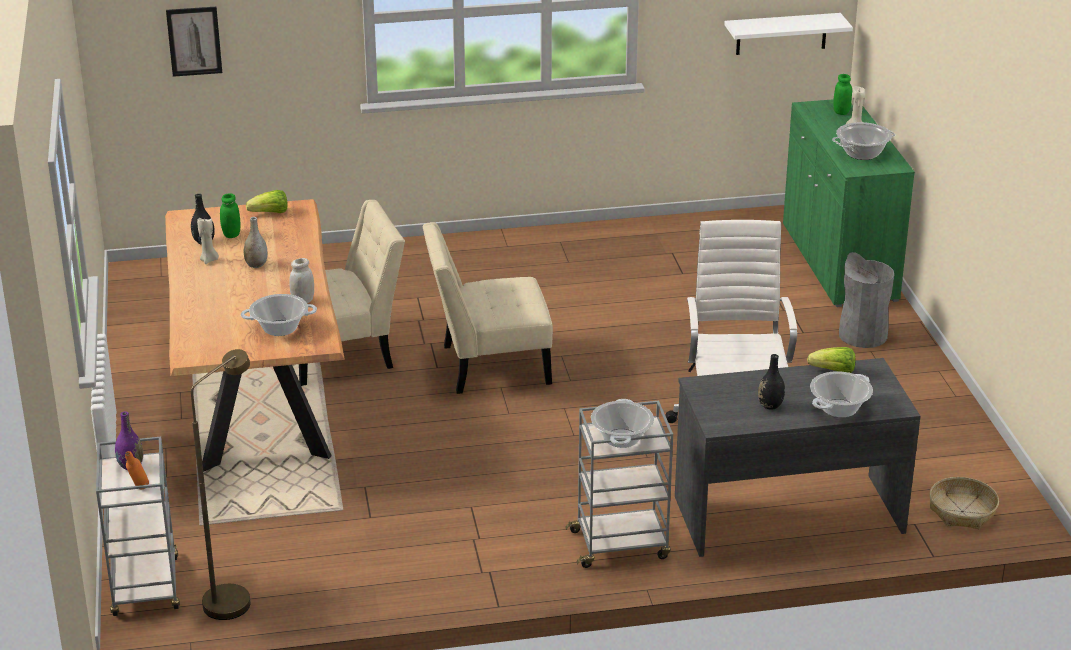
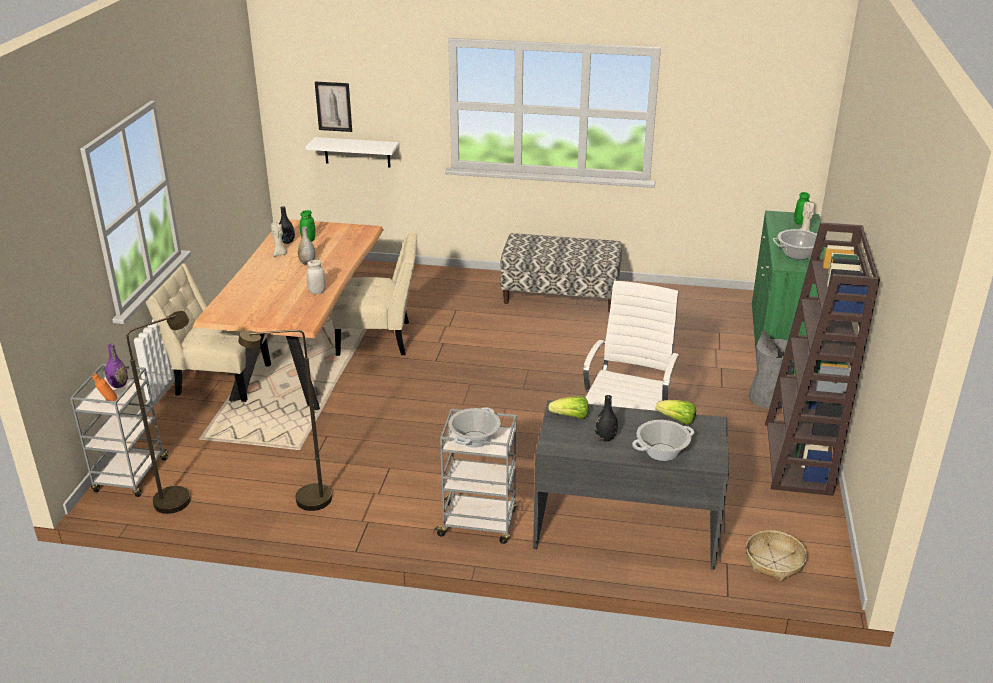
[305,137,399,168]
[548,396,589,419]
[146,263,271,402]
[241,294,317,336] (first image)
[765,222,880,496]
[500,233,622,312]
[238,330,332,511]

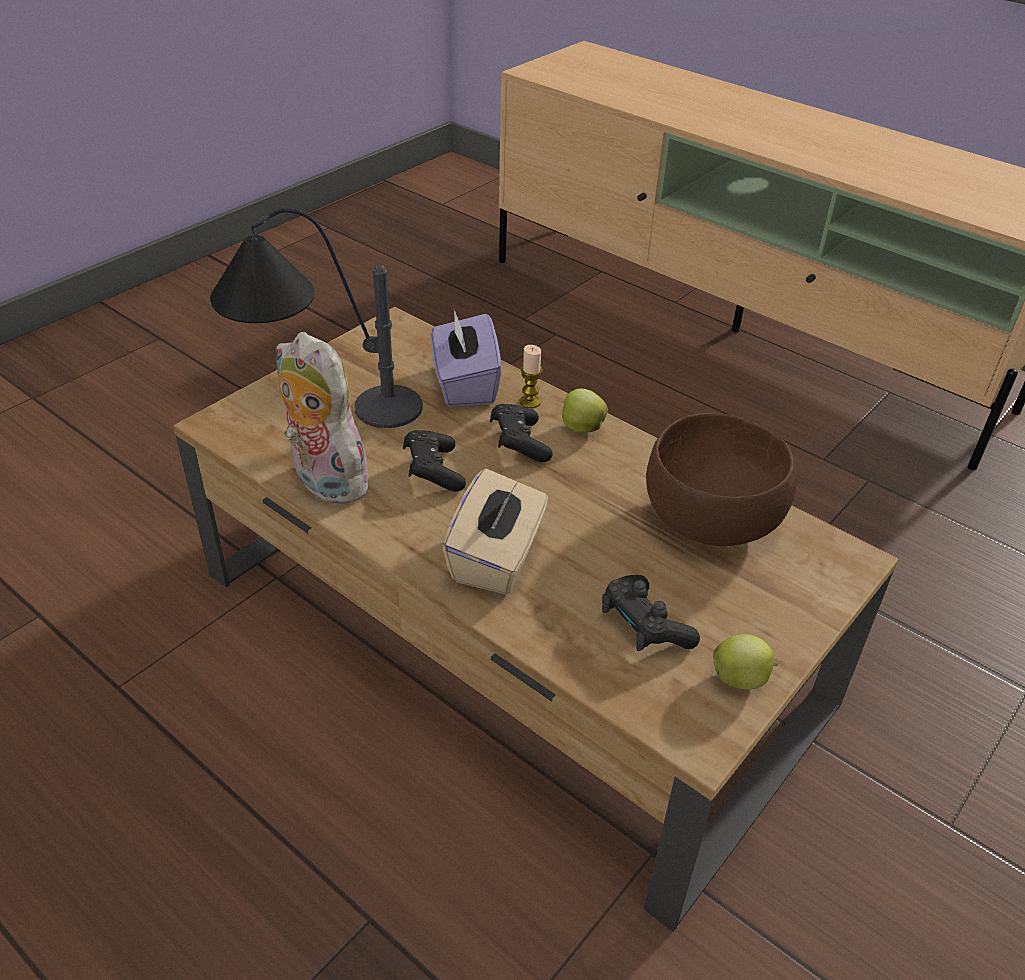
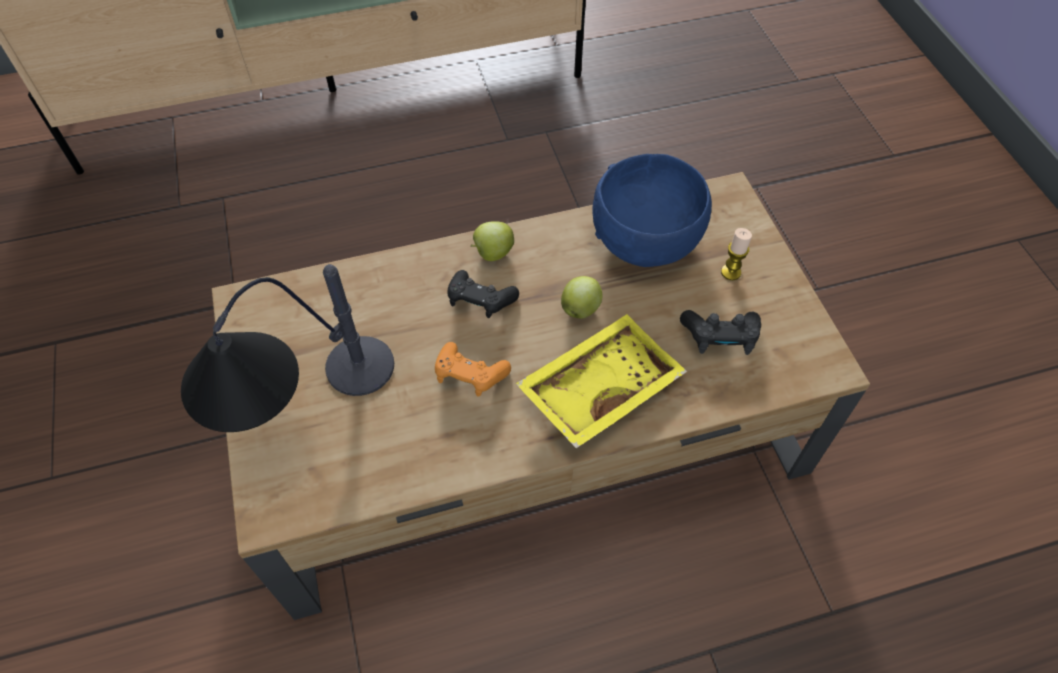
[431,310,501,407] (first image)
[276,332,377,505] (first image)
[721,228,752,280]
[592,154,712,267]
[435,342,511,397]
[515,314,687,448]
[561,276,602,319]

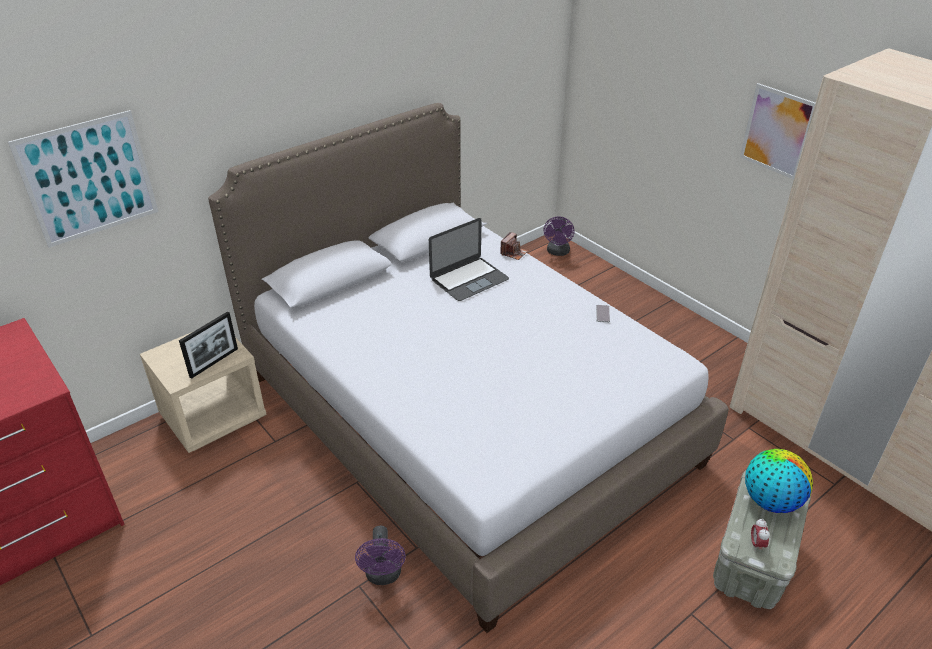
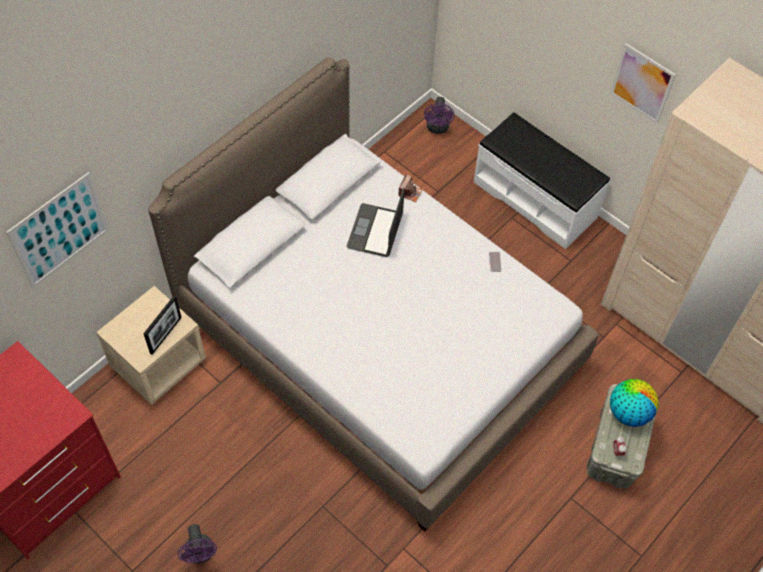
[347,188,405,257]
[177,524,217,563]
[474,112,610,249]

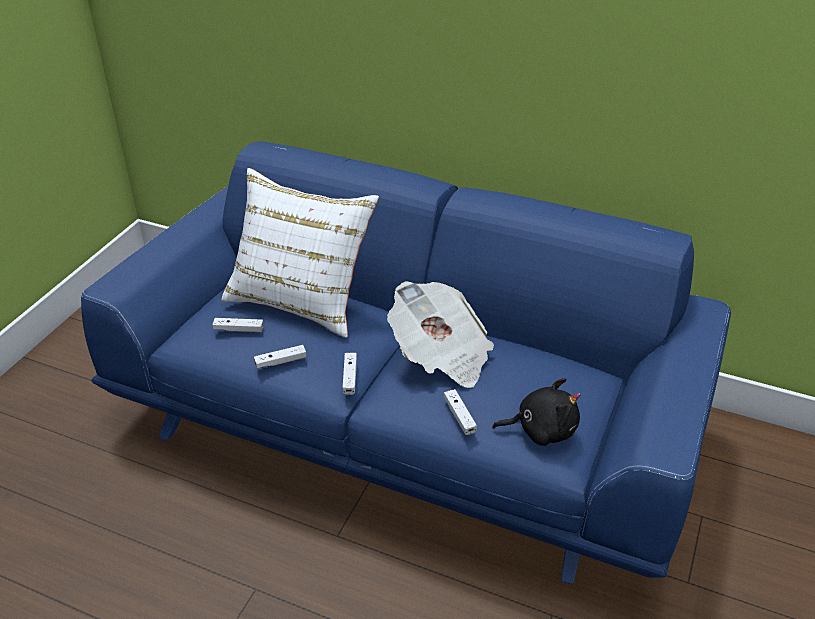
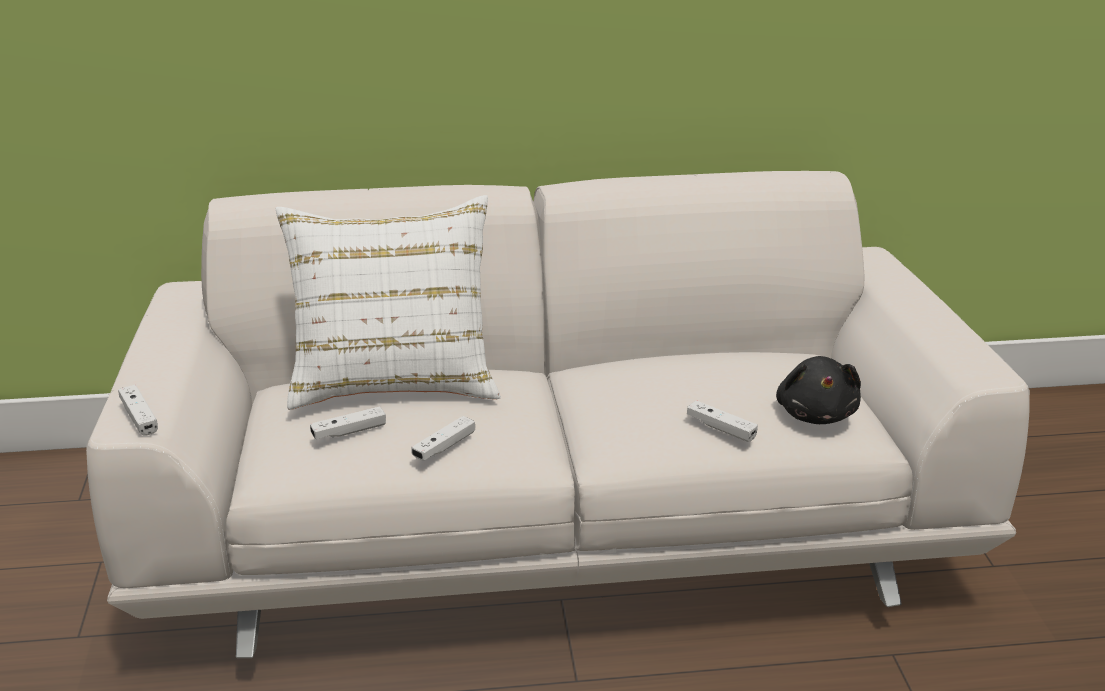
[86,171,1030,658]
[387,281,494,388] (first image)
[118,385,158,436]
[776,356,861,424]

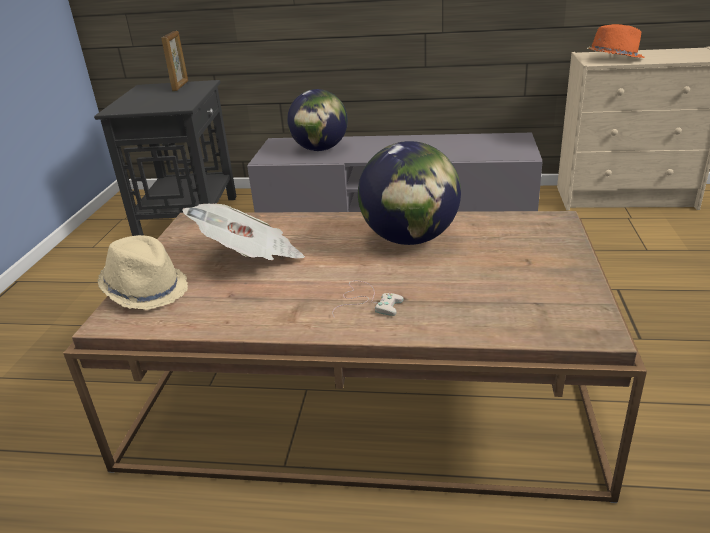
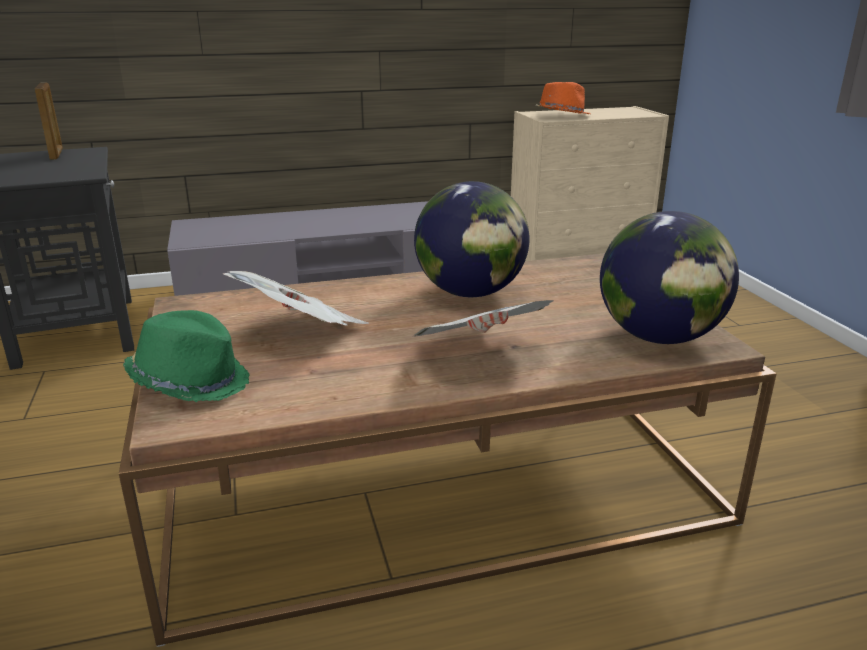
[600,211,739,344]
[123,310,250,402]
[412,300,553,337]

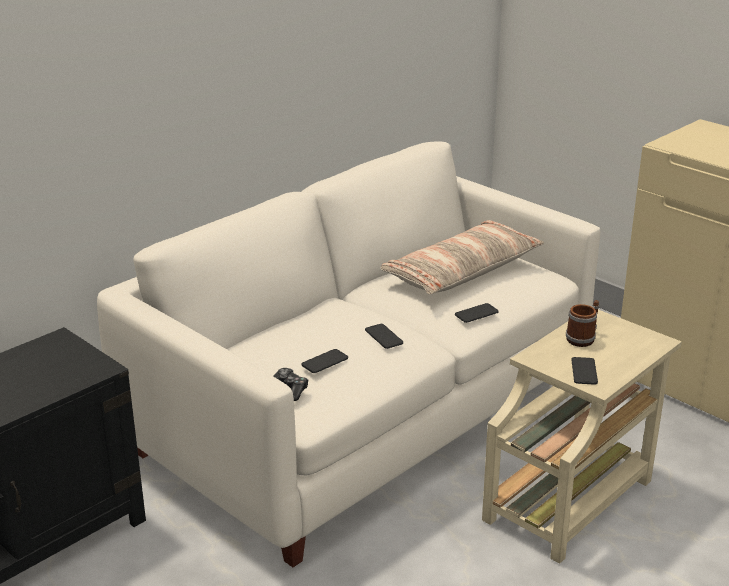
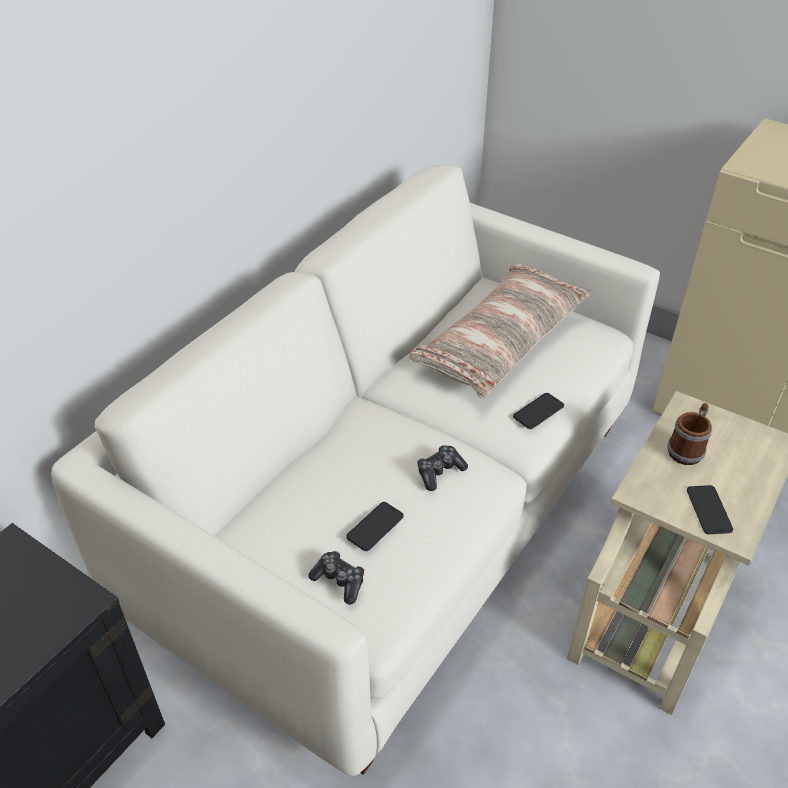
[417,445,468,491]

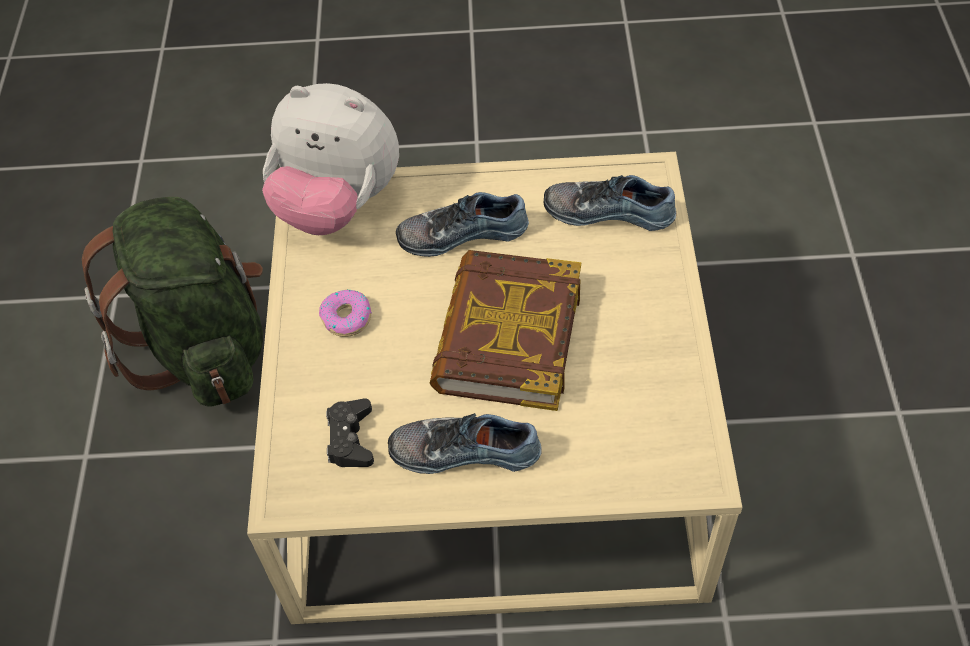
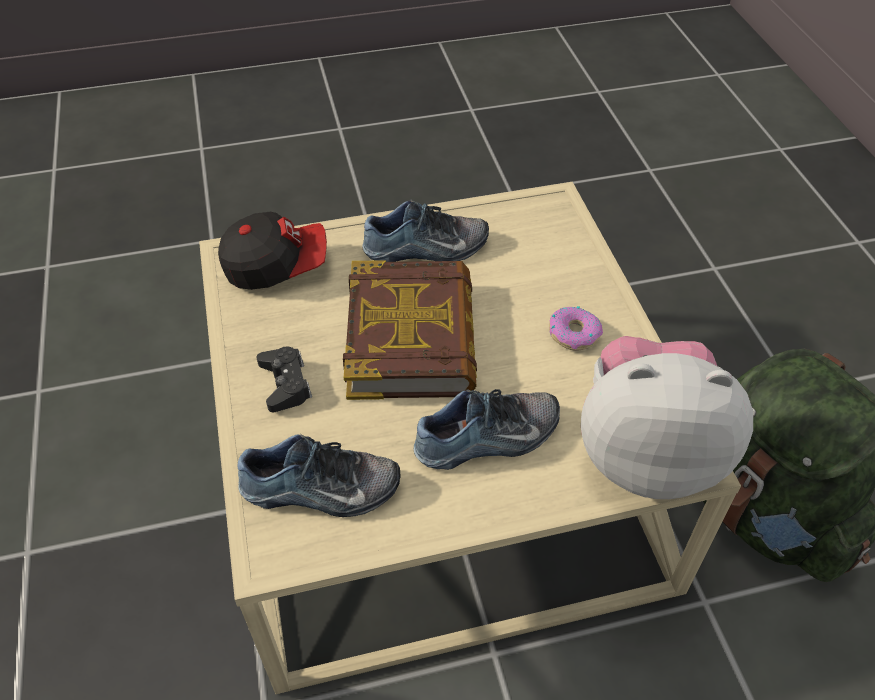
[256,347,312,412]
[218,212,327,290]

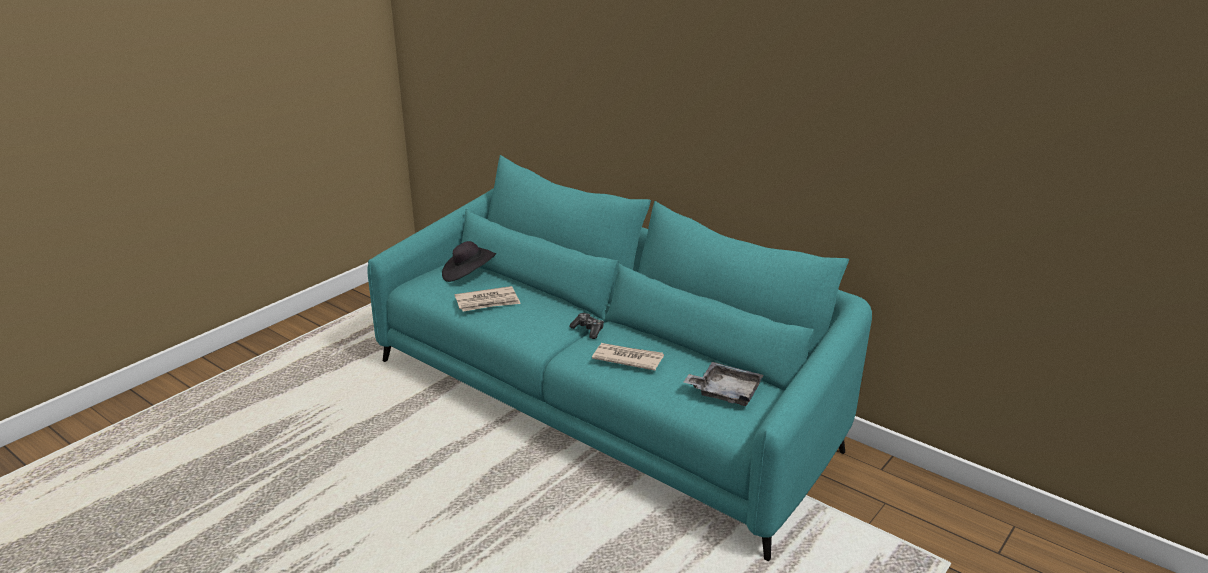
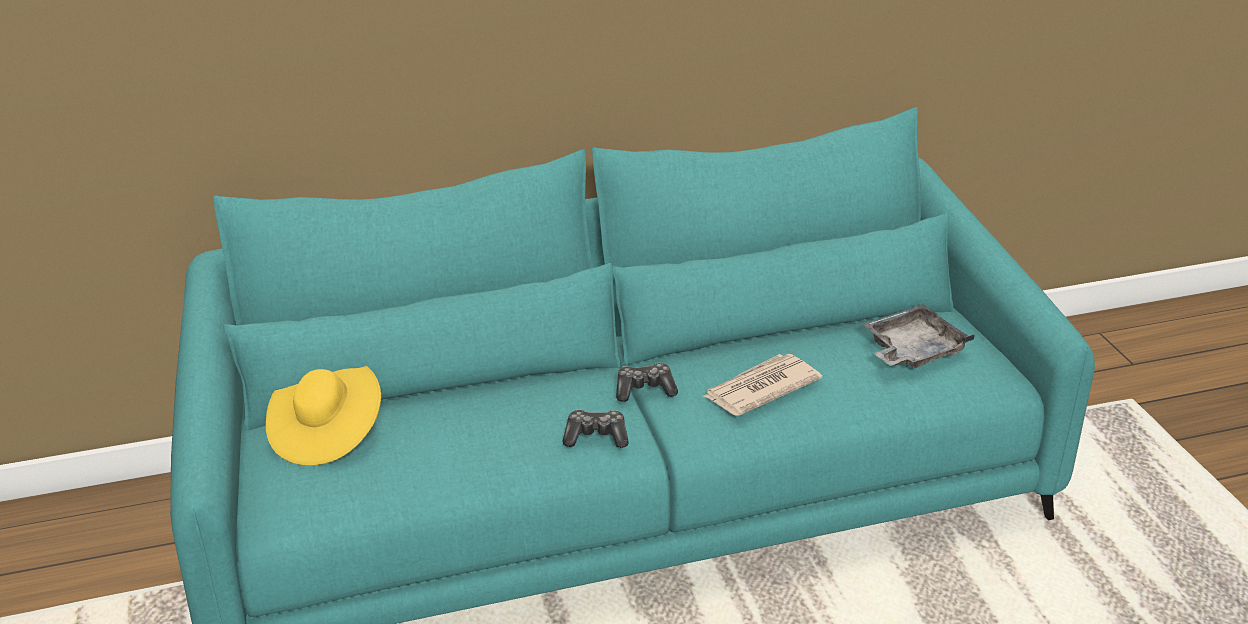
[266,366,381,466]
[455,286,521,312] (first image)
[563,409,629,448]

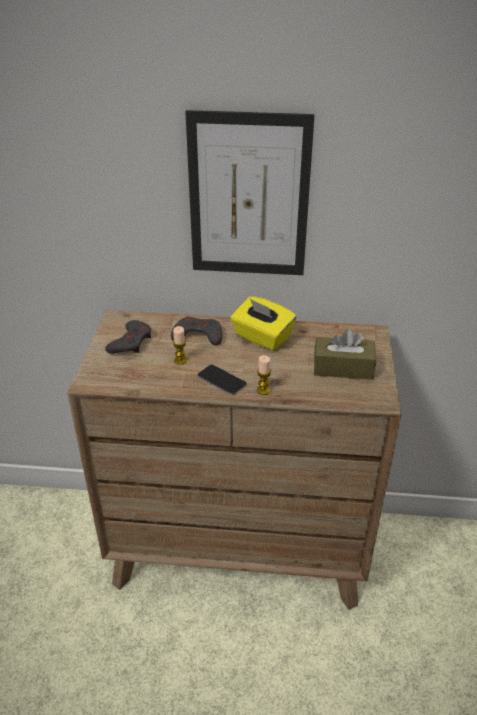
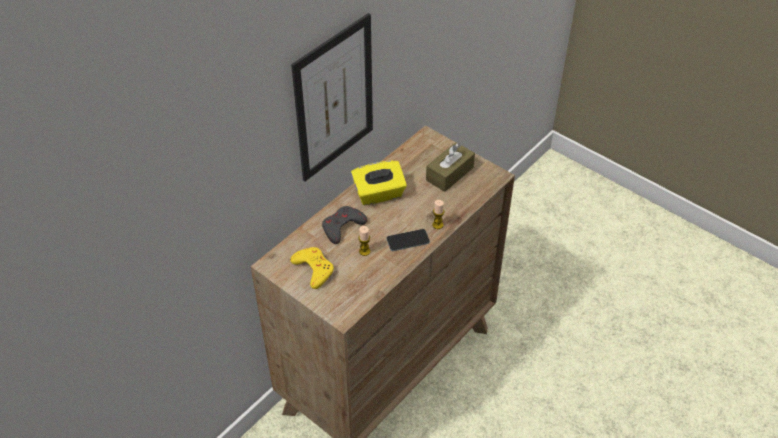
[290,247,334,289]

